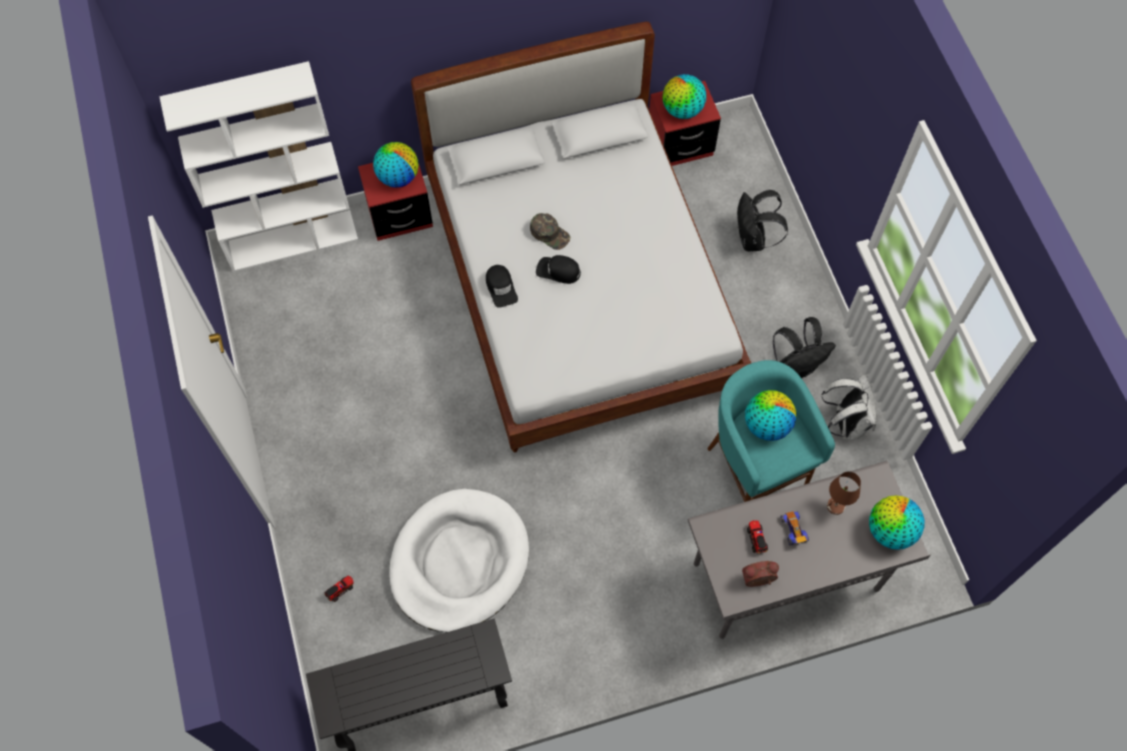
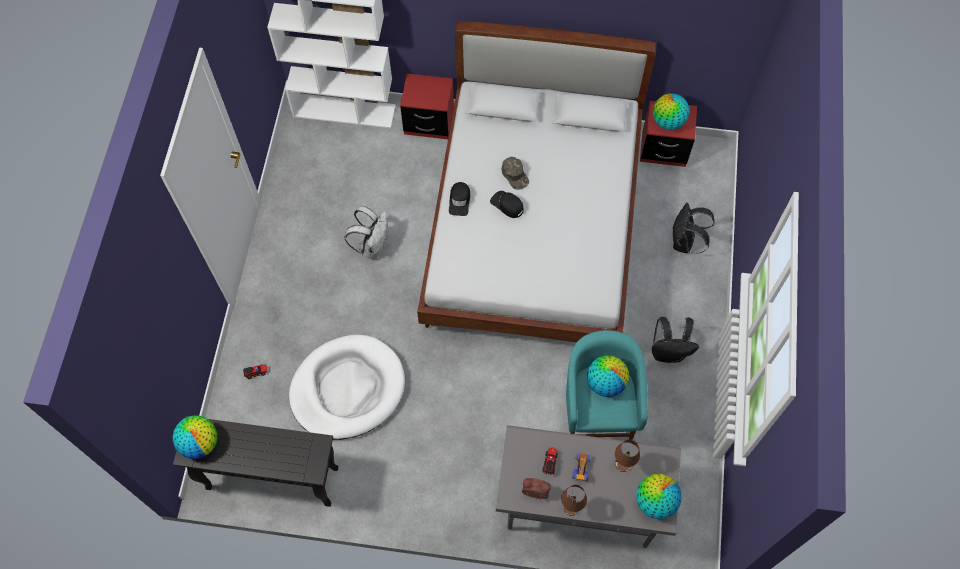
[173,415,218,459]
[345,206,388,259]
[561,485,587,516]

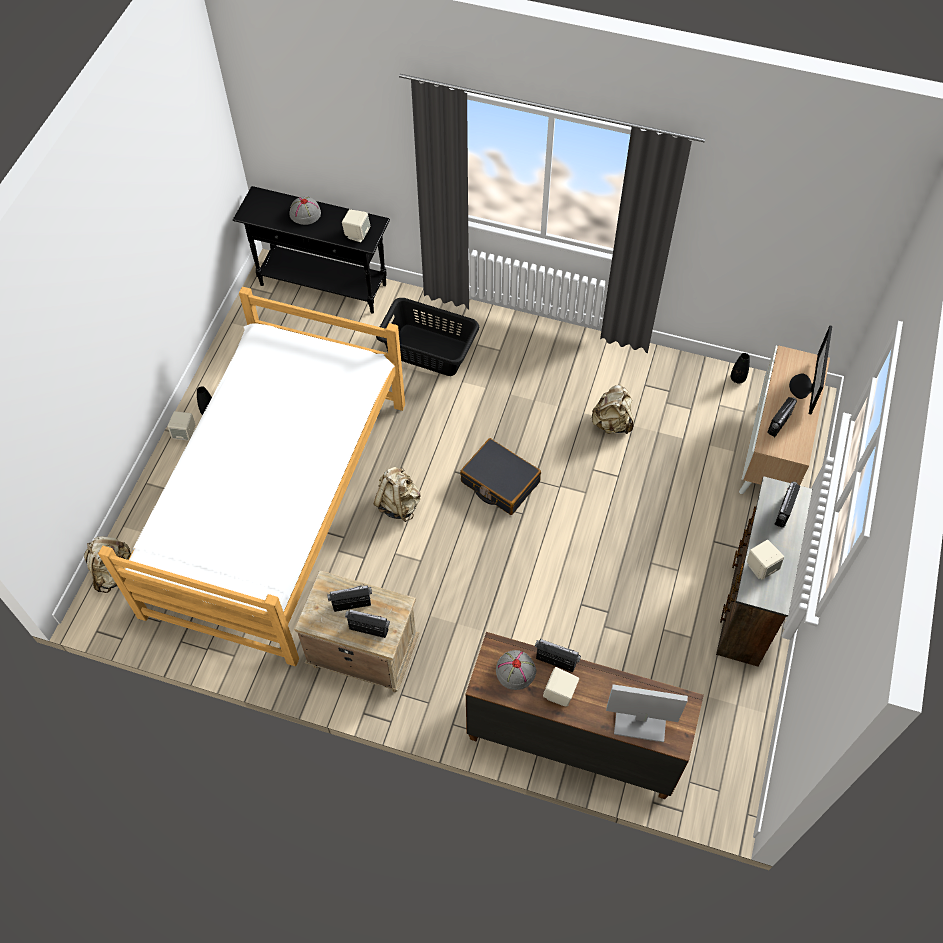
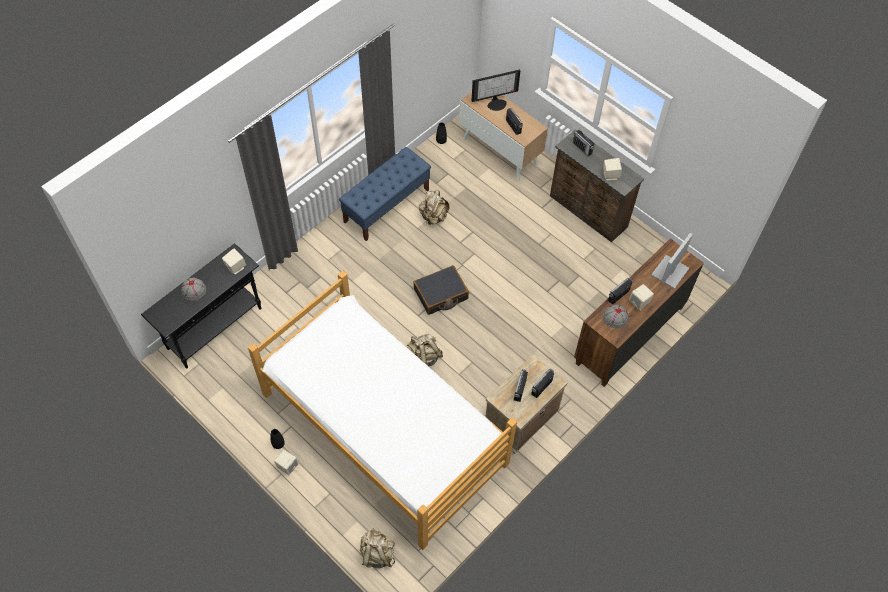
[376,298,479,376] (first image)
[472,70,520,111]
[339,147,431,241]

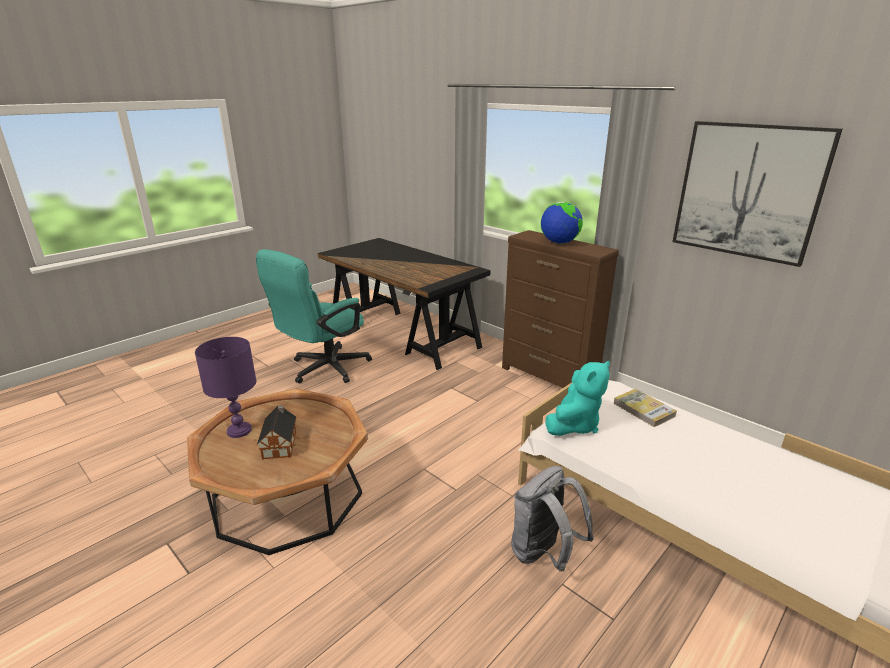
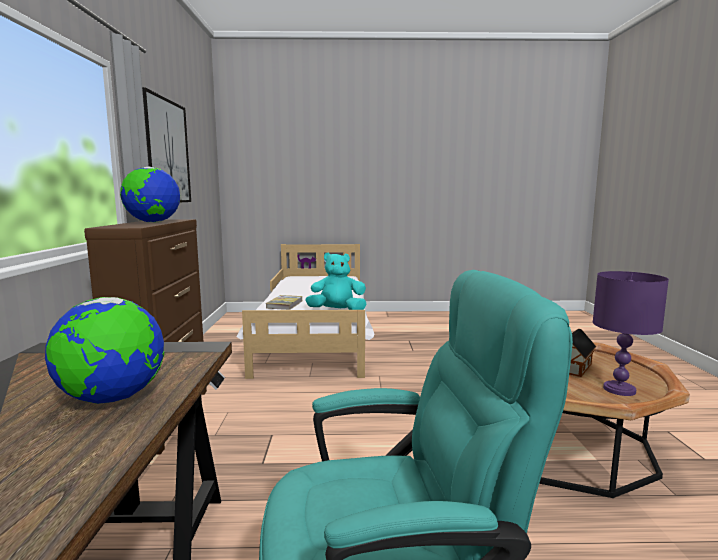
[511,466,594,571] (first image)
[45,297,164,404]

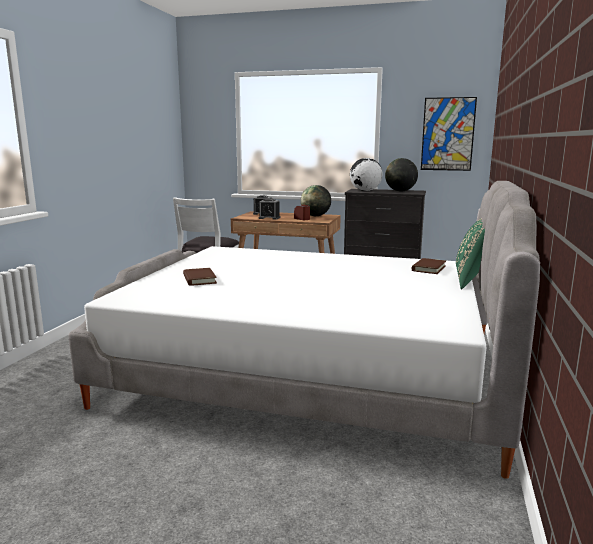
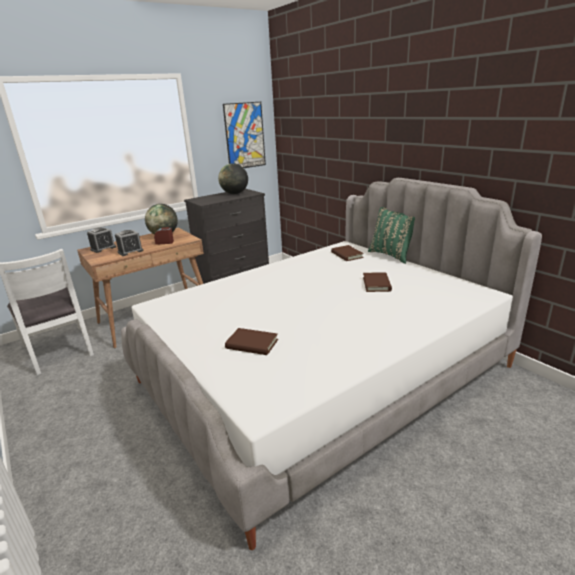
[350,158,382,191] (first image)
[363,272,392,292]

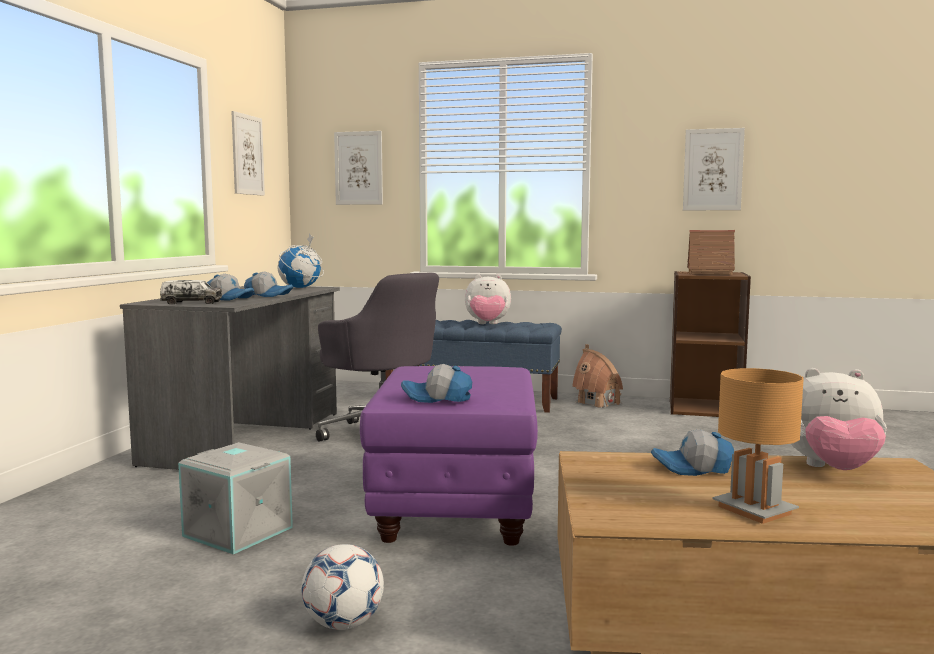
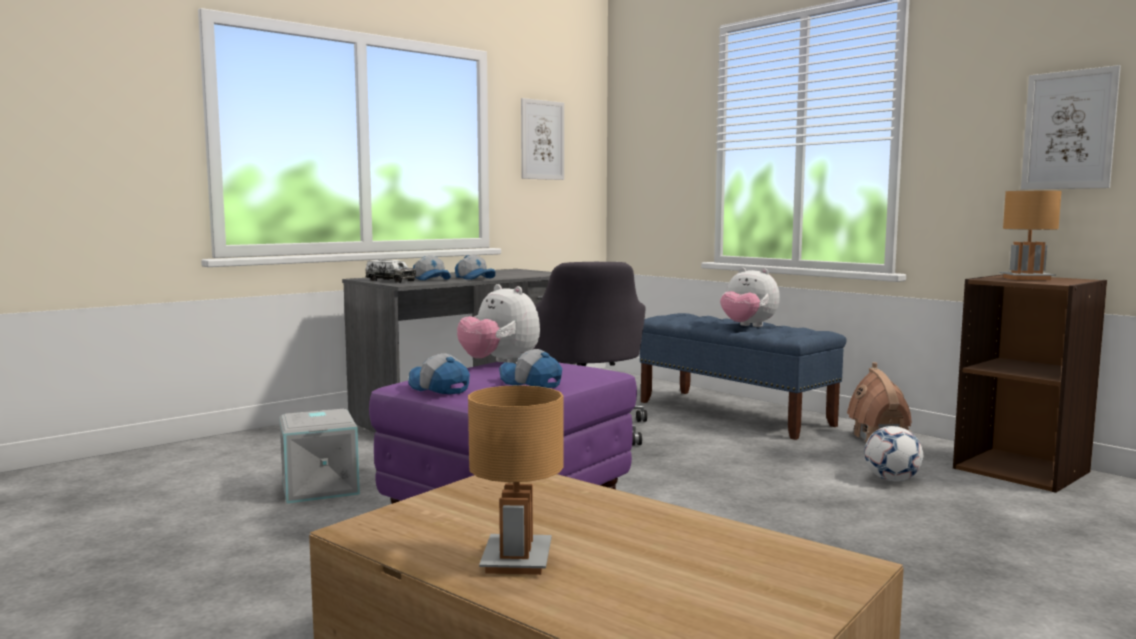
[334,131,383,205] (first image)
[999,191,1062,280]
[278,233,324,288] (first image)
[457,284,540,364]
[499,349,562,388]
[864,426,923,482]

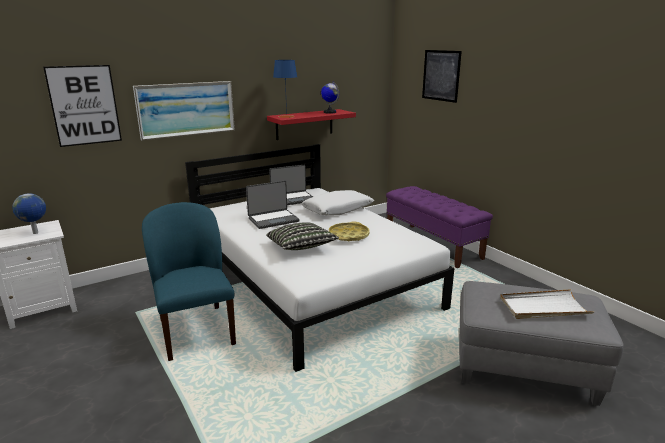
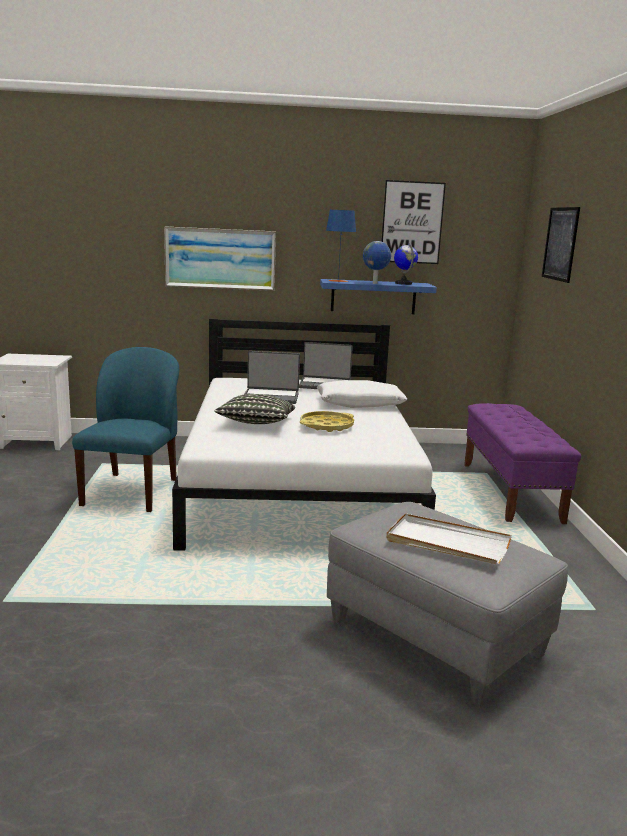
[381,180,446,264]
[320,279,437,314]
[363,241,391,284]

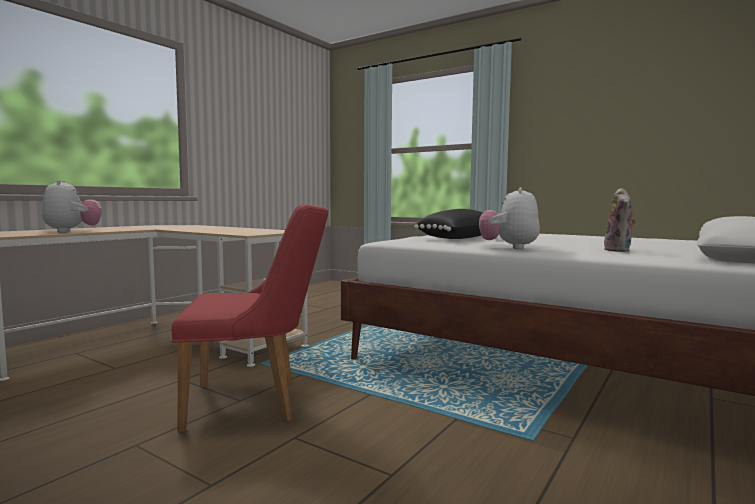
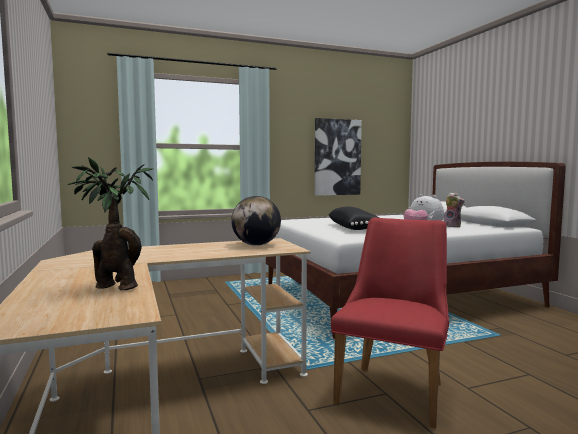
[68,157,153,290]
[315,118,362,196]
[231,196,281,246]

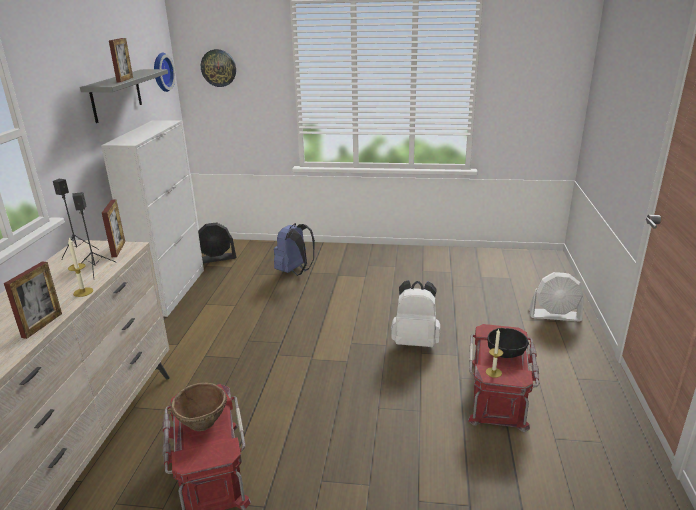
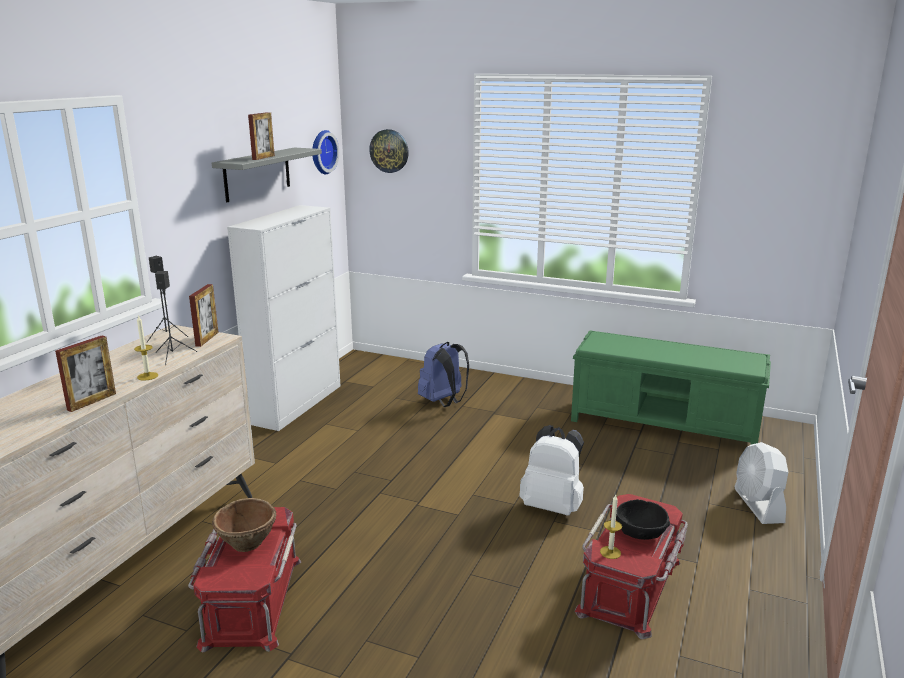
[198,222,236,263] (first image)
[734,442,788,524]
[571,330,771,445]

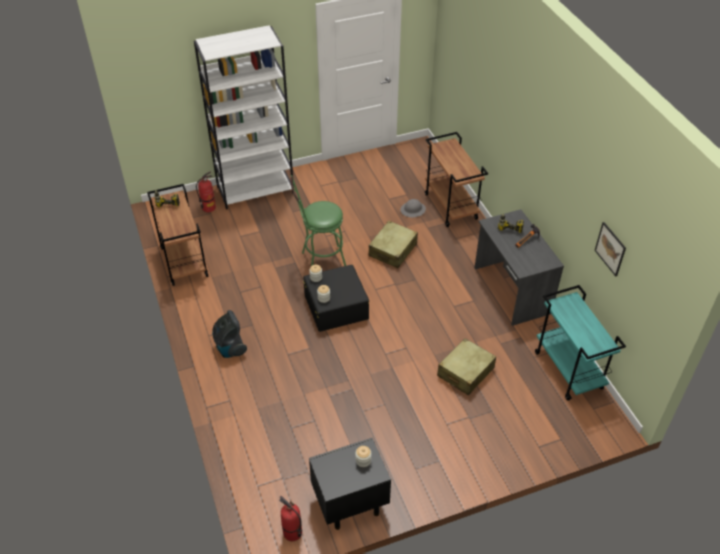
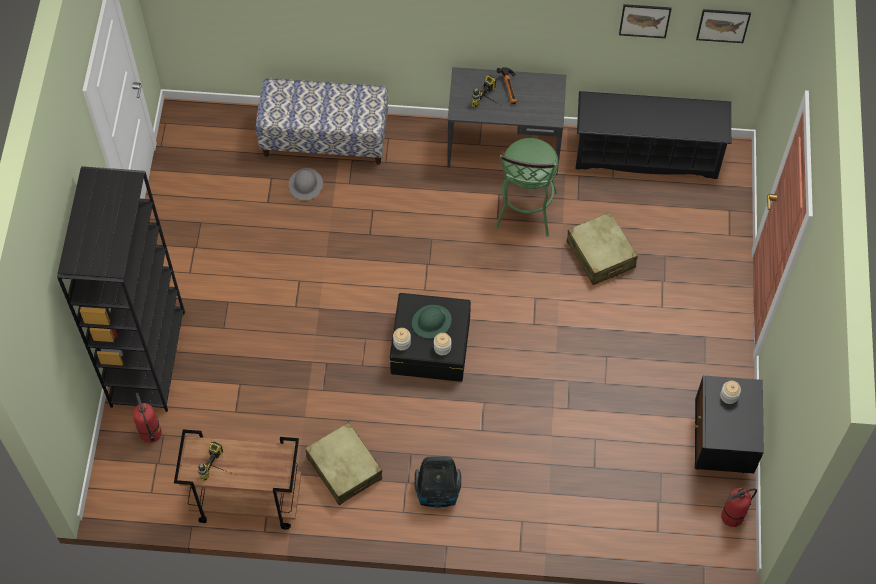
[57,166,185,412]
[256,78,388,165]
[495,138,558,237]
[305,422,382,505]
[575,91,731,179]
[696,9,751,43]
[412,305,452,339]

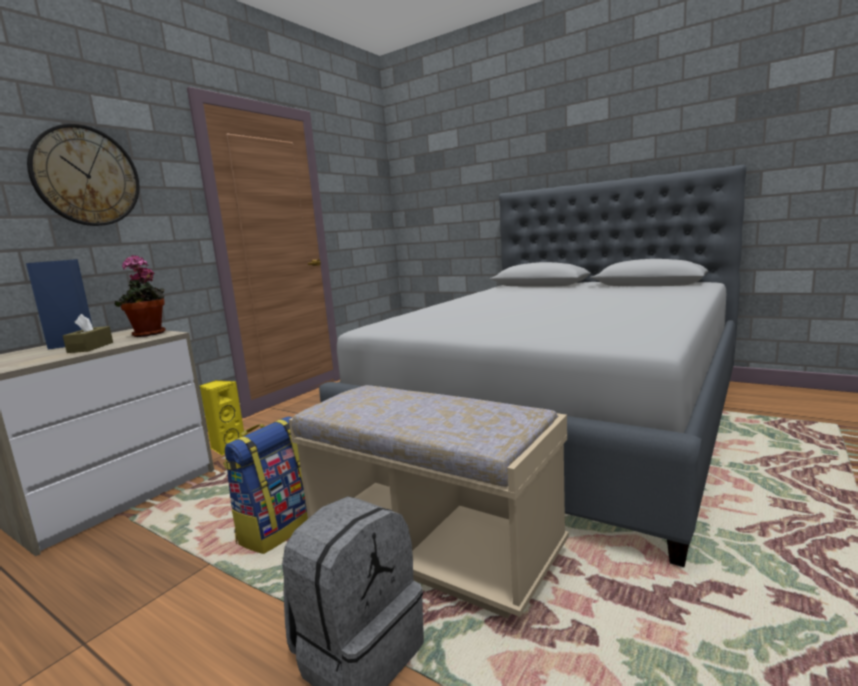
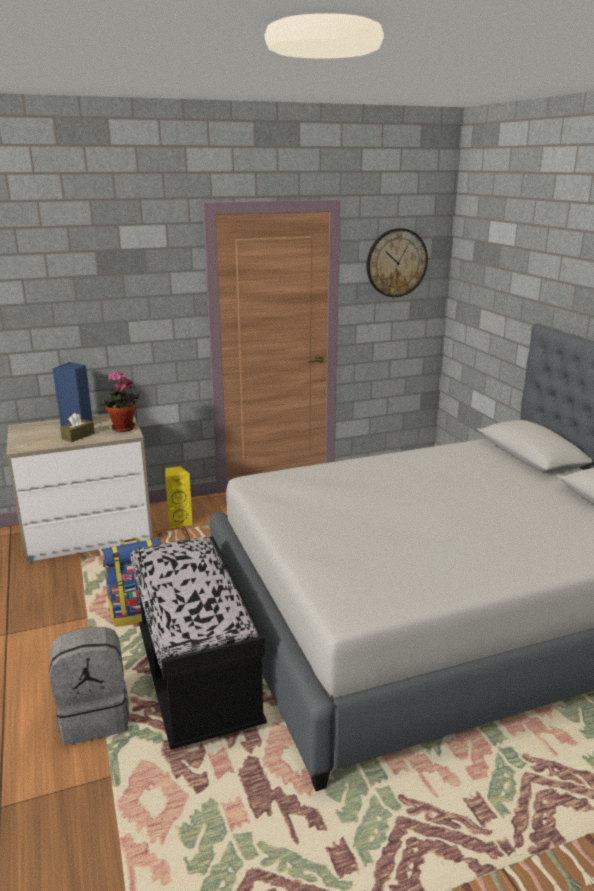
[367,228,428,297]
[130,536,267,750]

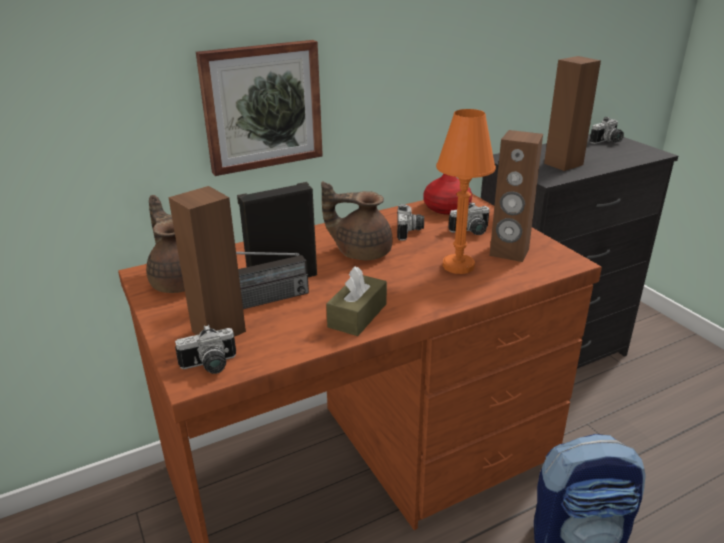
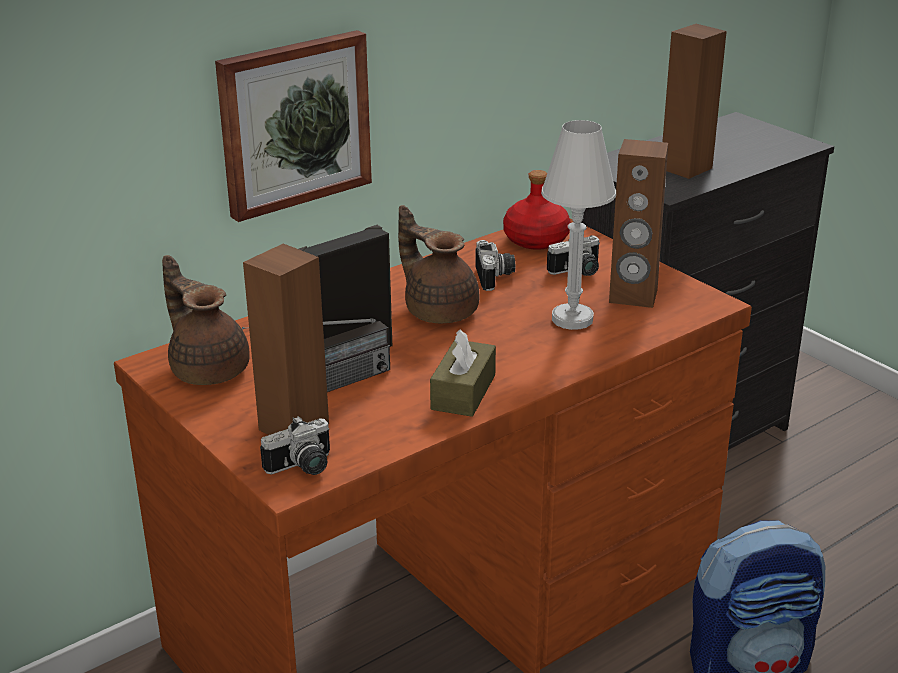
[541,120,616,330]
[590,117,624,144] (first image)
[398,205,480,323]

